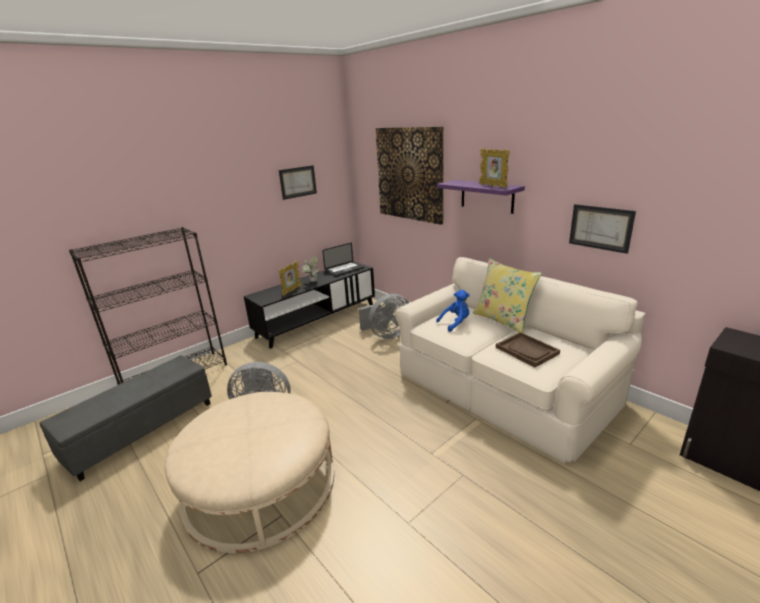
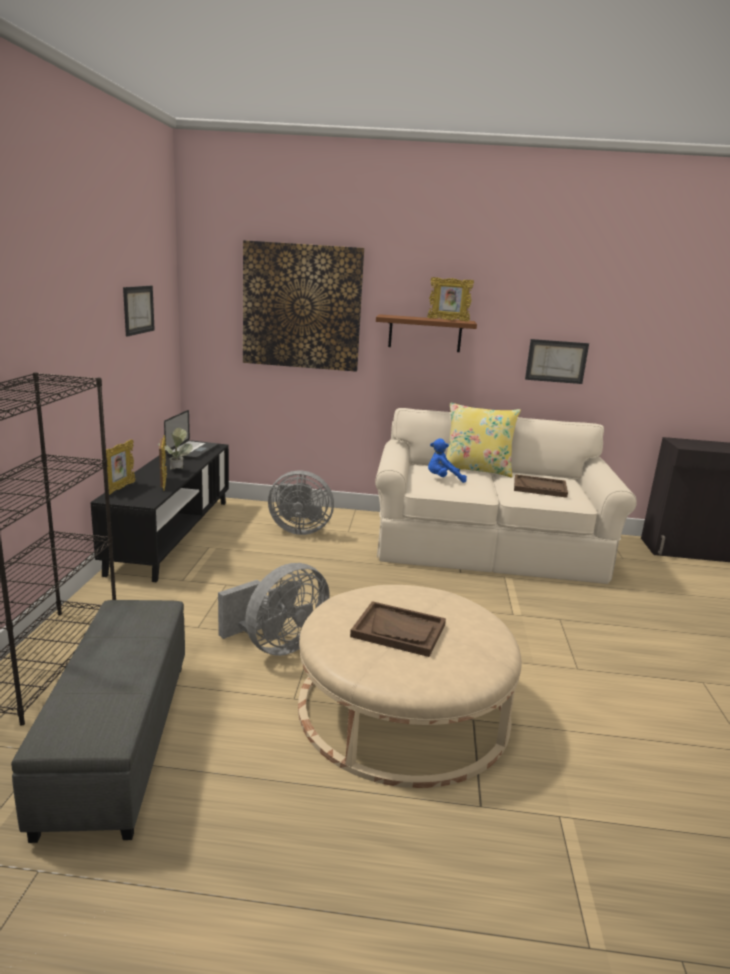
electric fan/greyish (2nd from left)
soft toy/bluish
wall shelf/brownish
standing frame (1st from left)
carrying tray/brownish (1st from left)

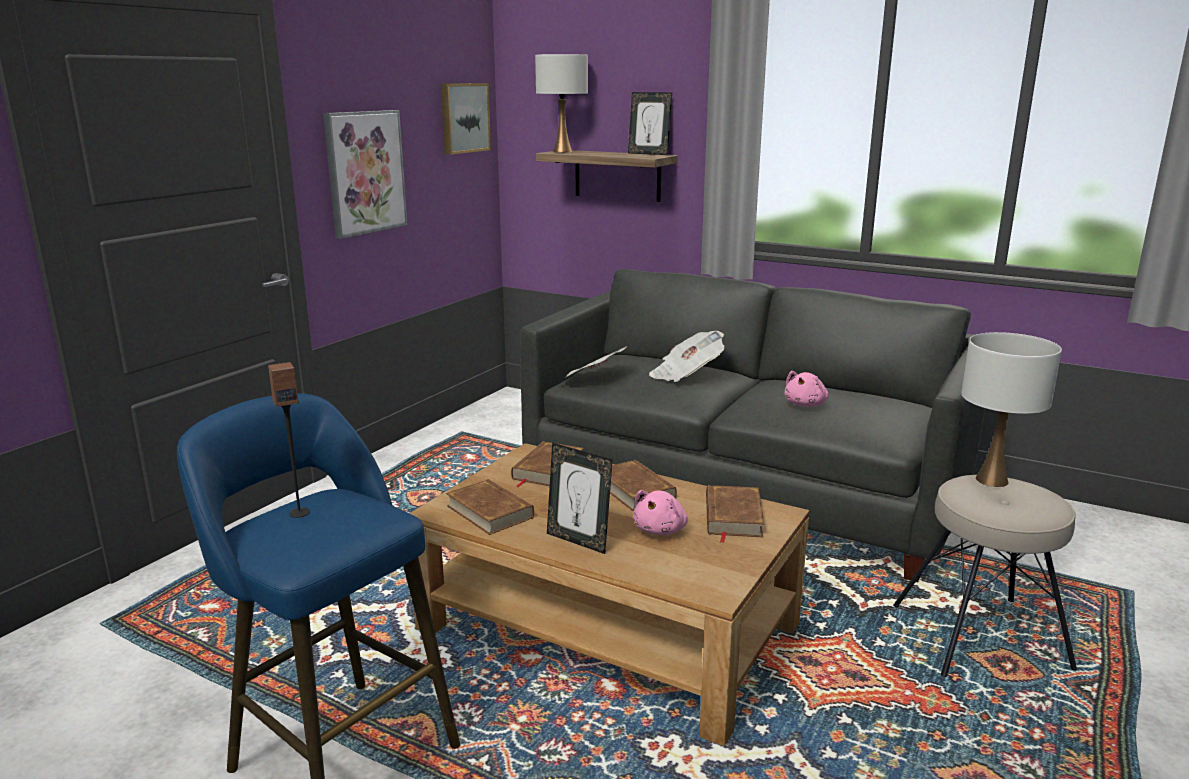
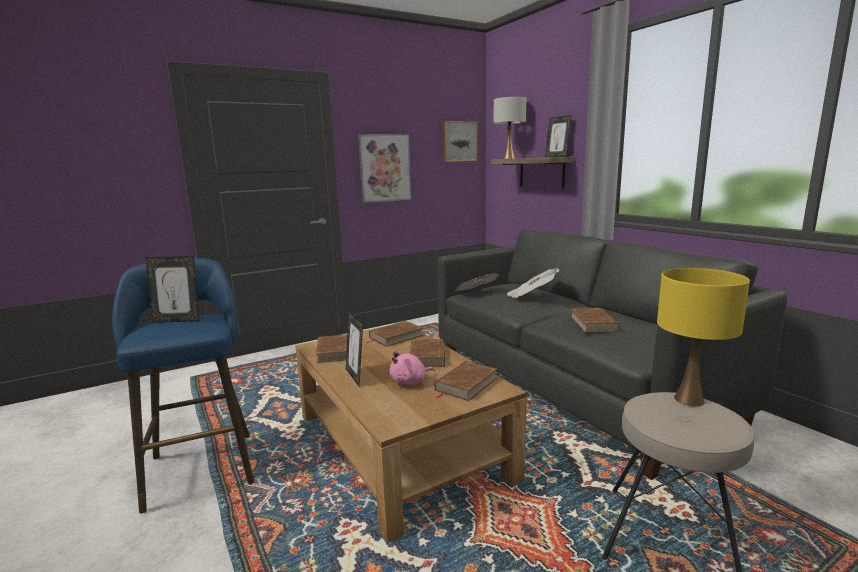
standing frame (1st from left)
bound book/brownish (5th from left)
tabletop lamp/yellowish

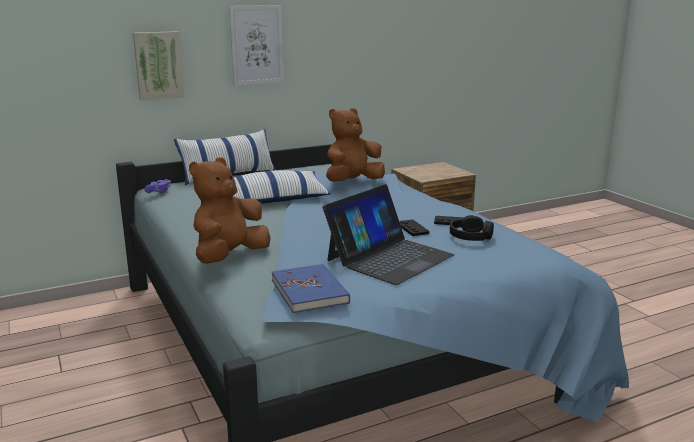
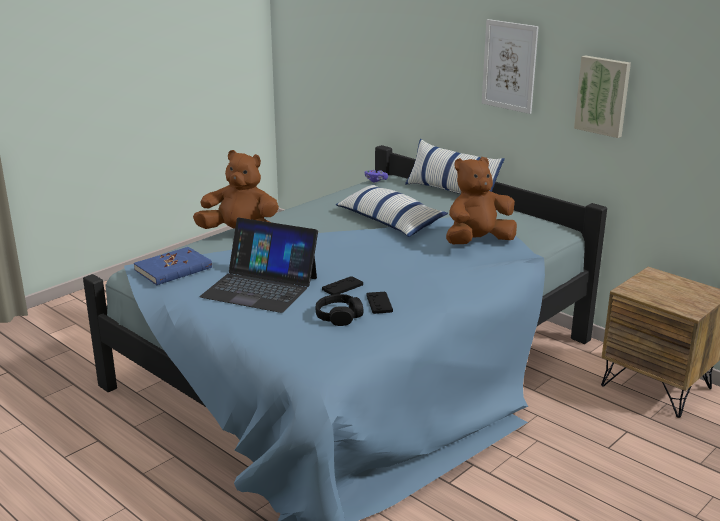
wall art (2nd from left)
soft toy/brownish (2nd from left)

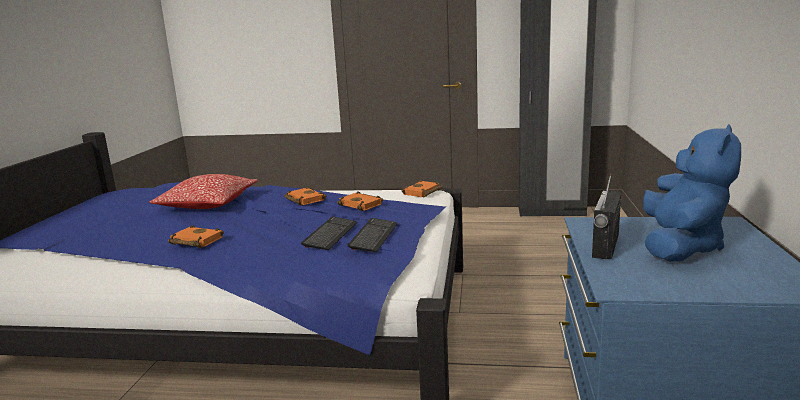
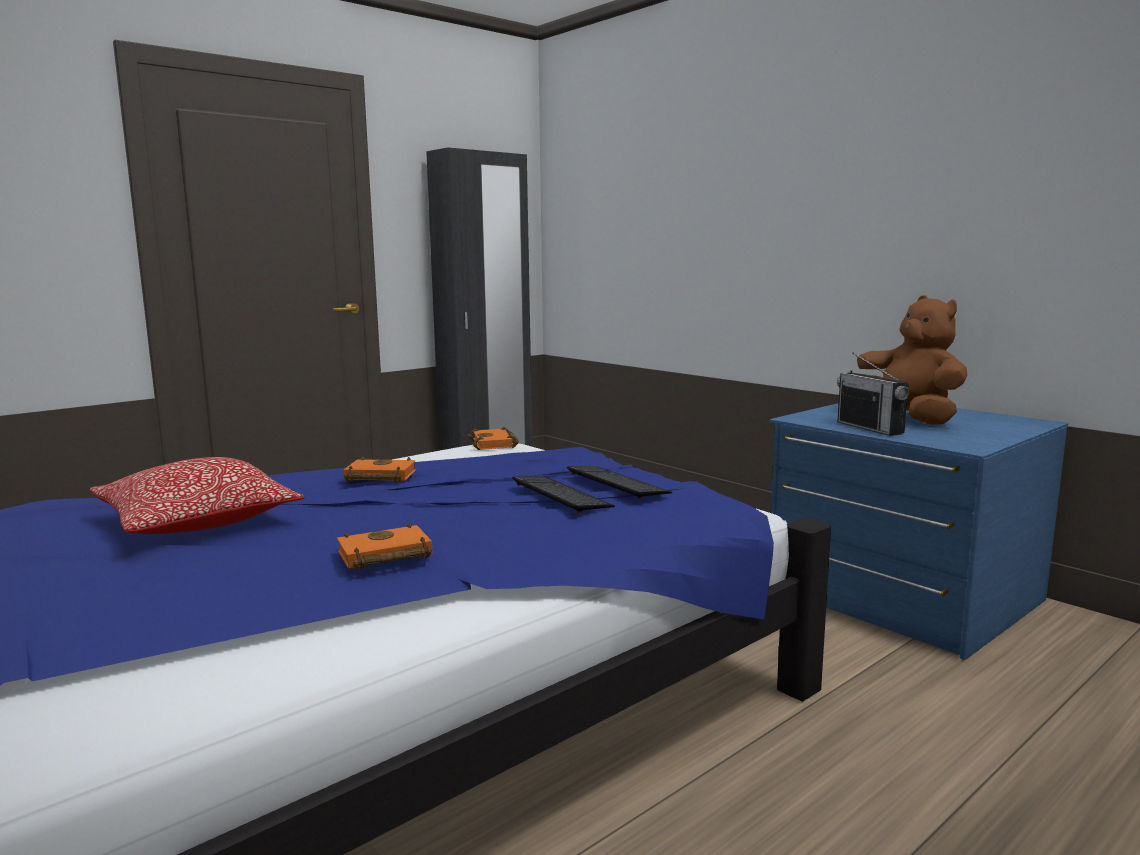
bound book/orangey (3rd from left in the first image)
soft toy/brownish

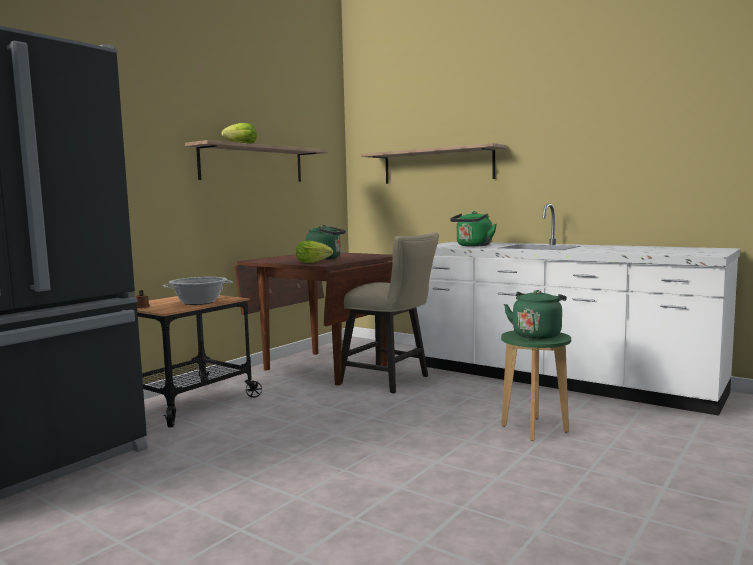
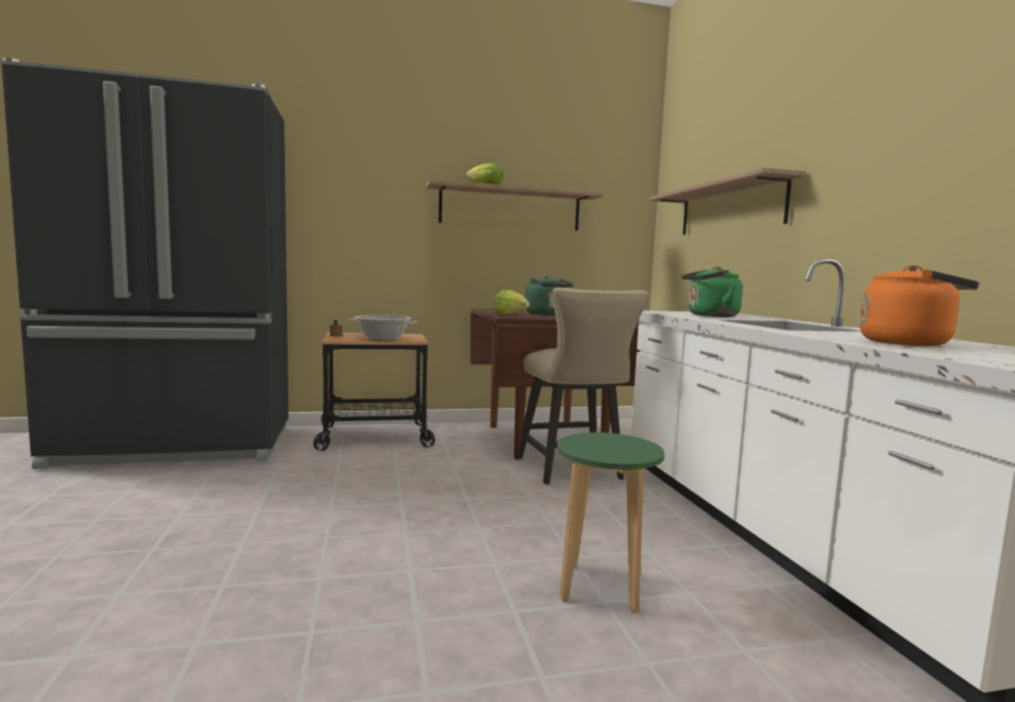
tea kettle/green (3rd from left in the first image)
tea kettle/orangey

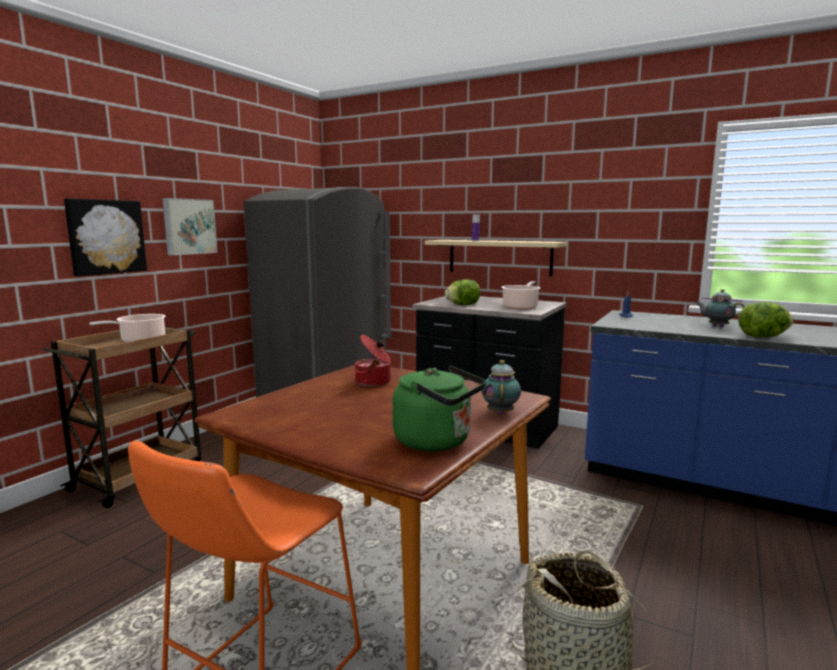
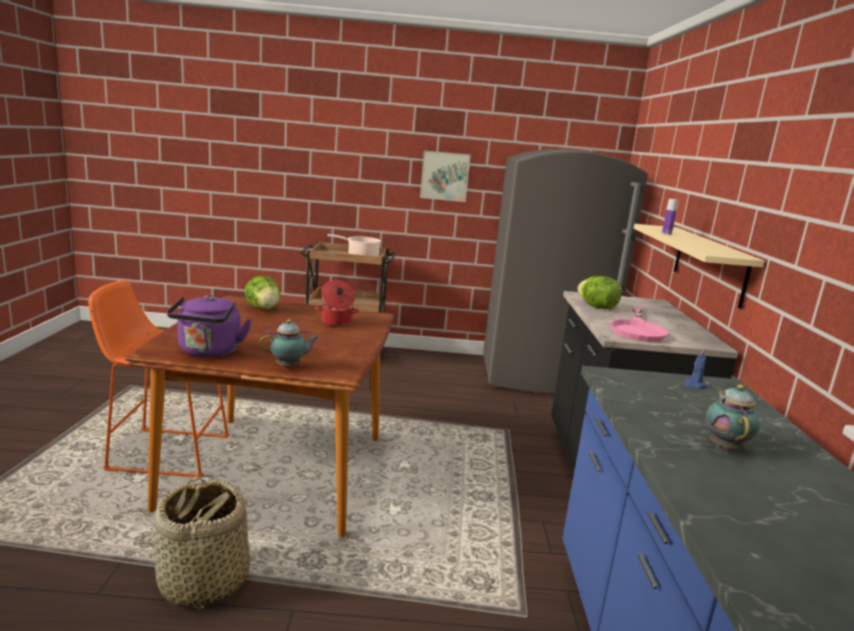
wall art (1st from left in the first image)
tea kettle/purple
skillet/pink-coloured
head of lettuce (1st from left)

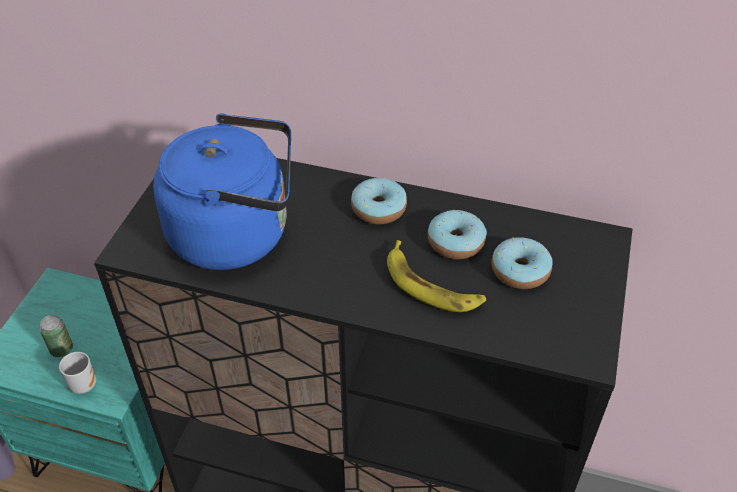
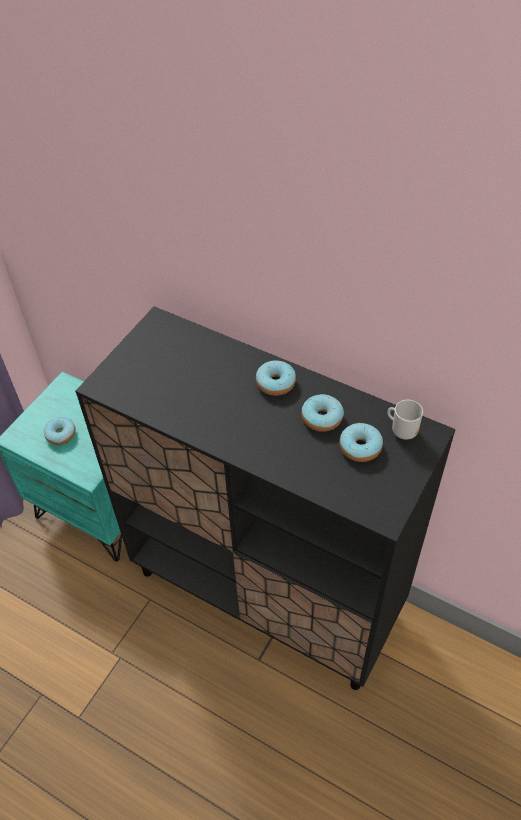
doughnut (1st from left)
coffee mug
tea kettle/bluish
banana fruit

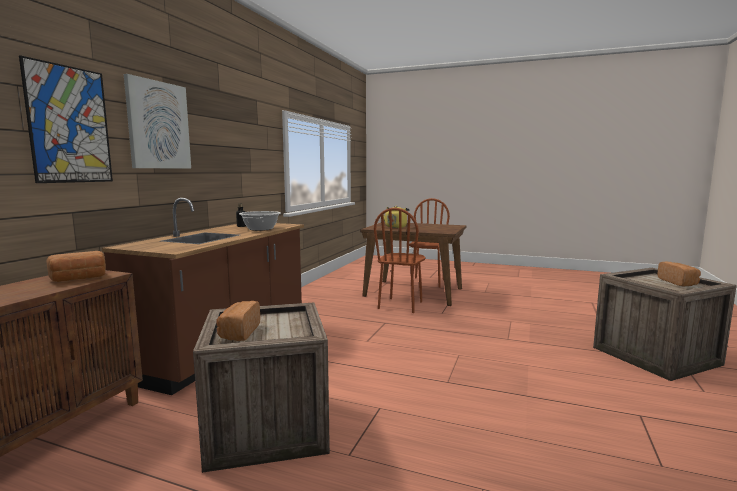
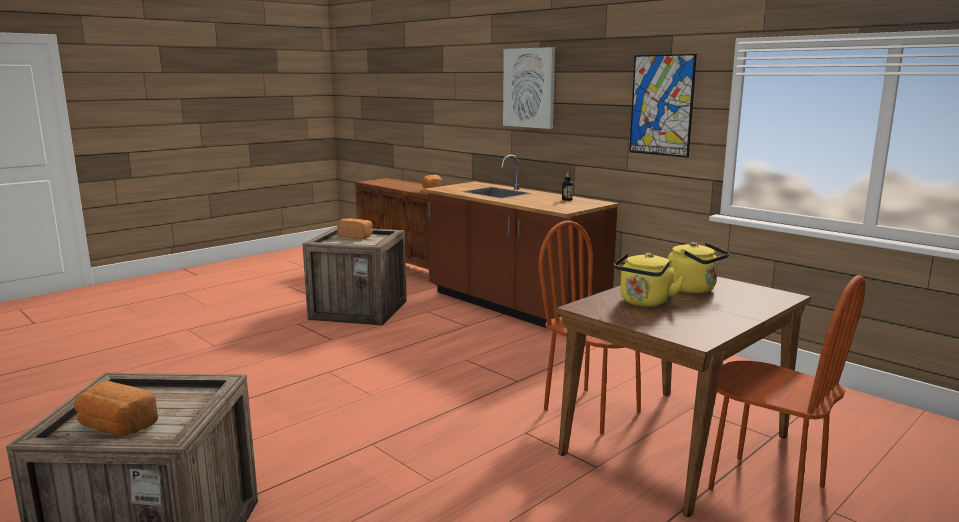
wall art (2nd from left)
saucepot
tea kettle/yellowish (1st from left)

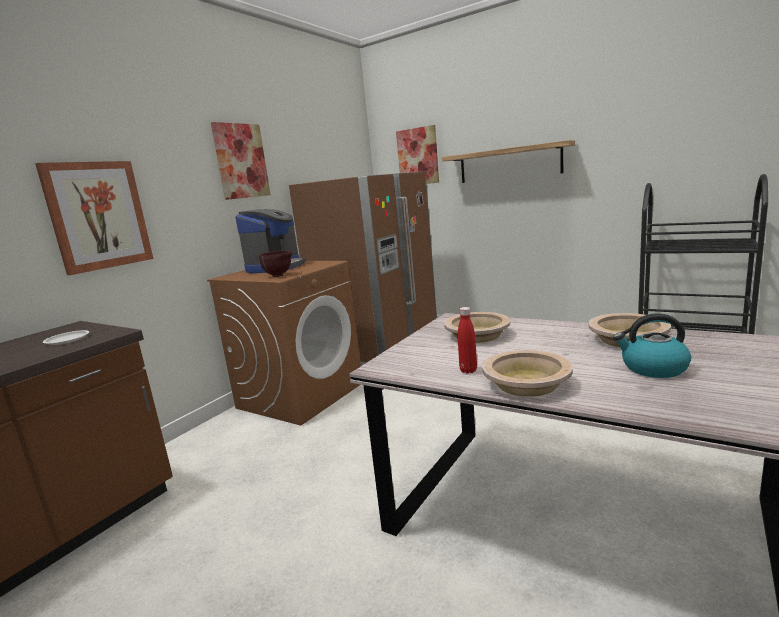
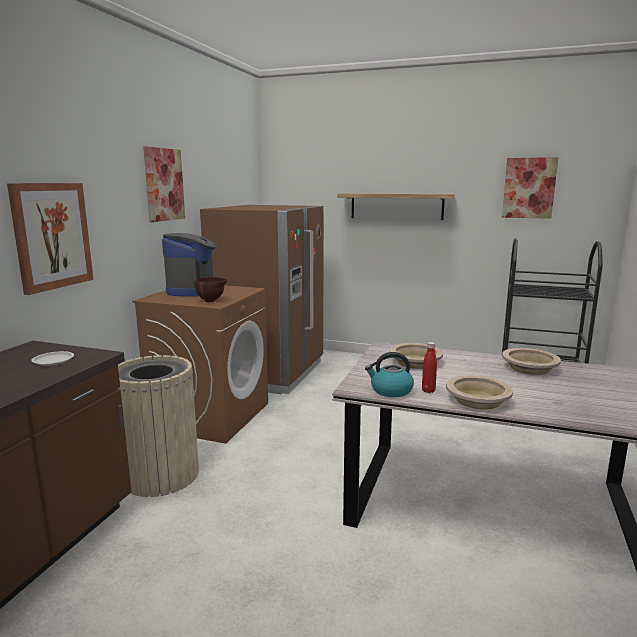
wall art (3rd from left)
tea kettle
trash can/sand-coloured

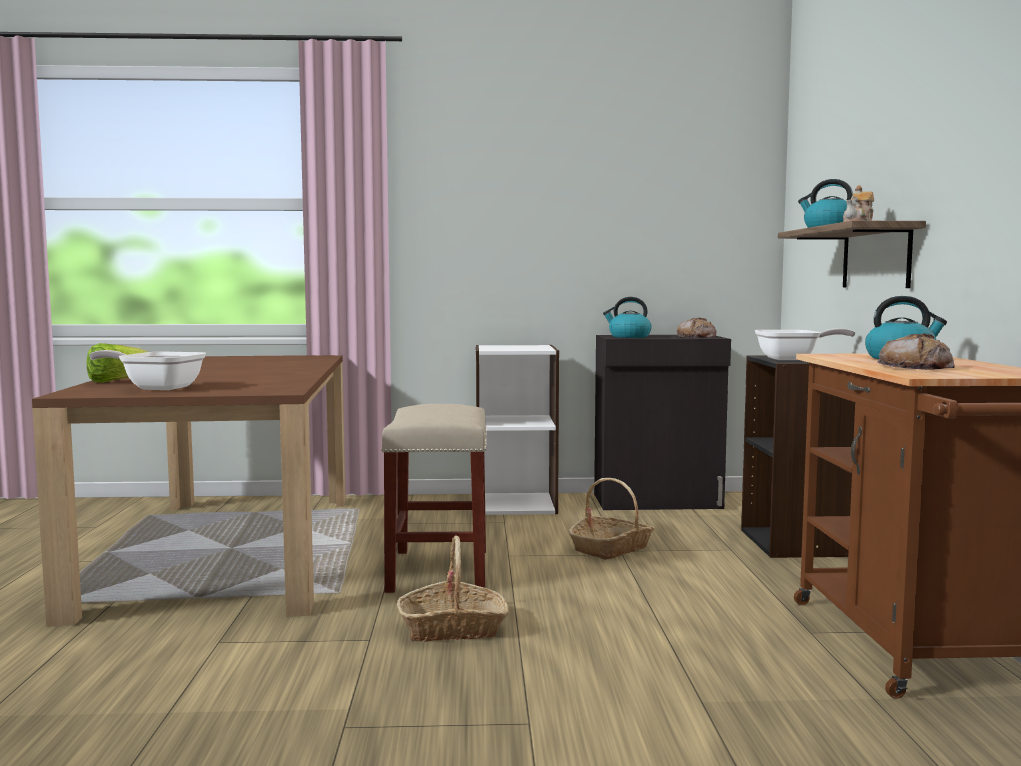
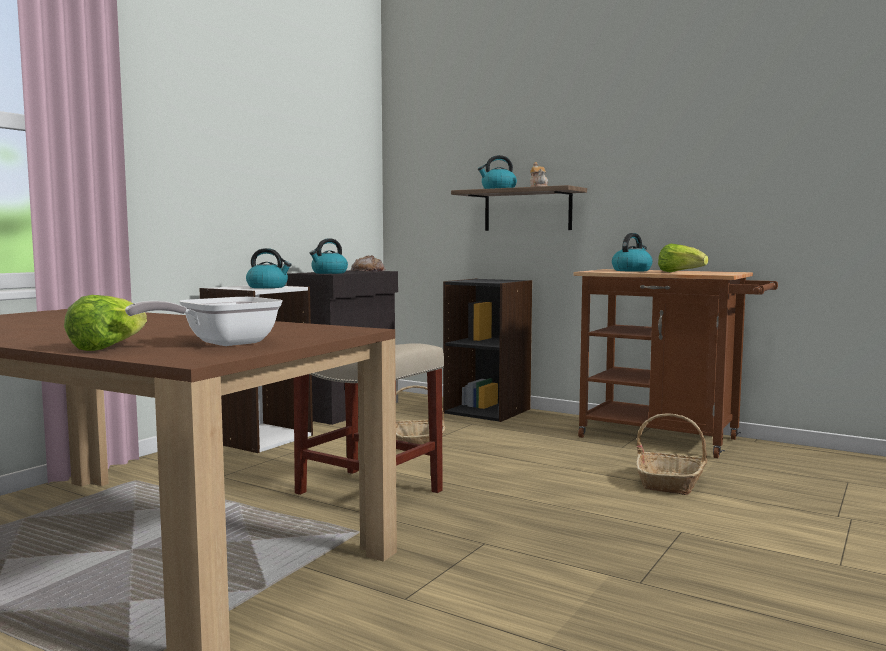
household basket (2nd from left)
skillet (2nd from left in the first image)
head of lettuce (2nd from left)
tea kettle (1st from left)

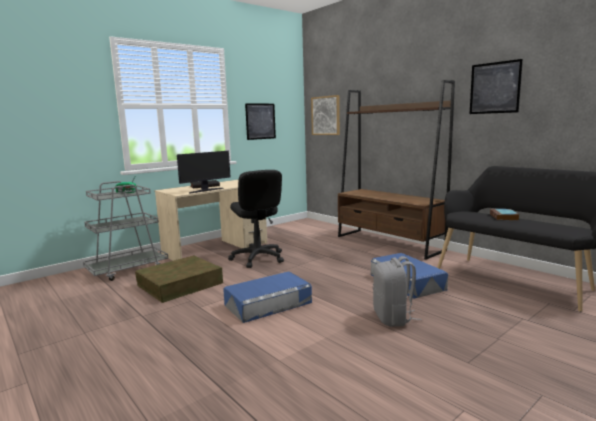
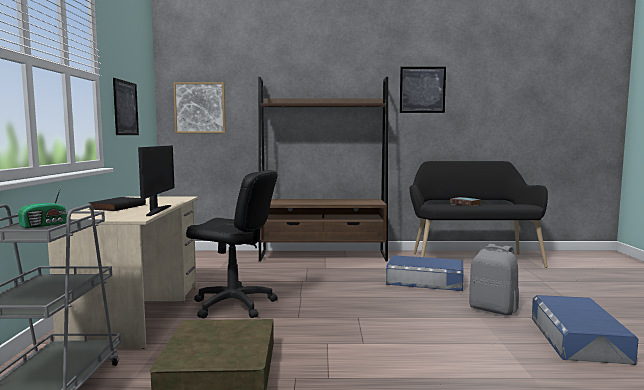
storage container/bluish (2nd from left)

